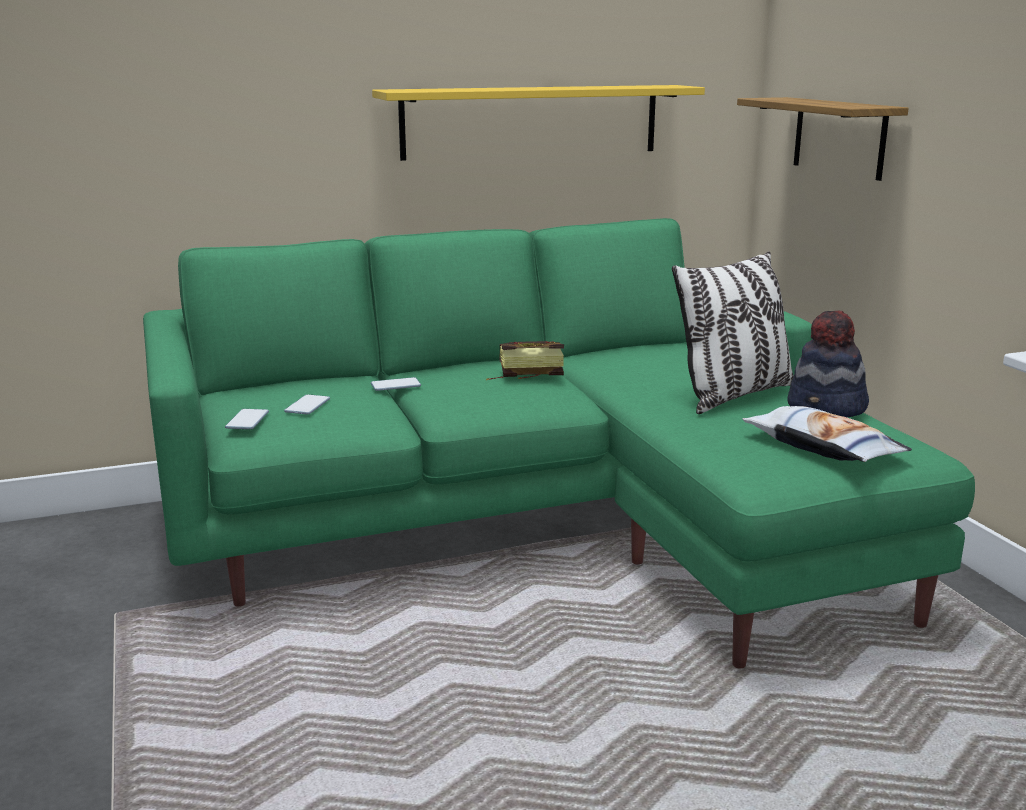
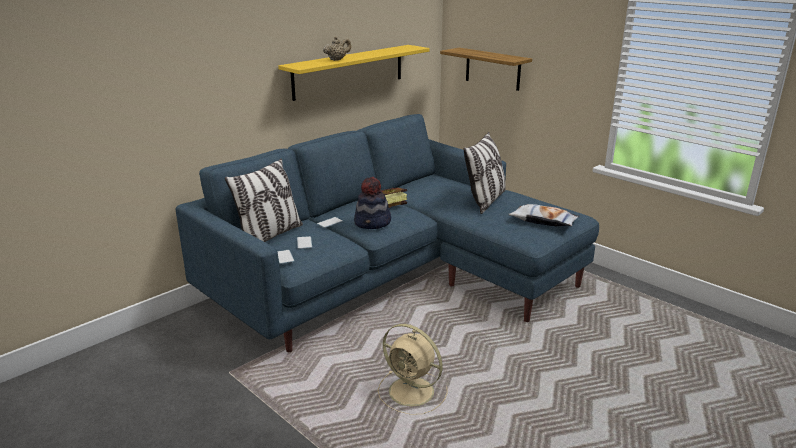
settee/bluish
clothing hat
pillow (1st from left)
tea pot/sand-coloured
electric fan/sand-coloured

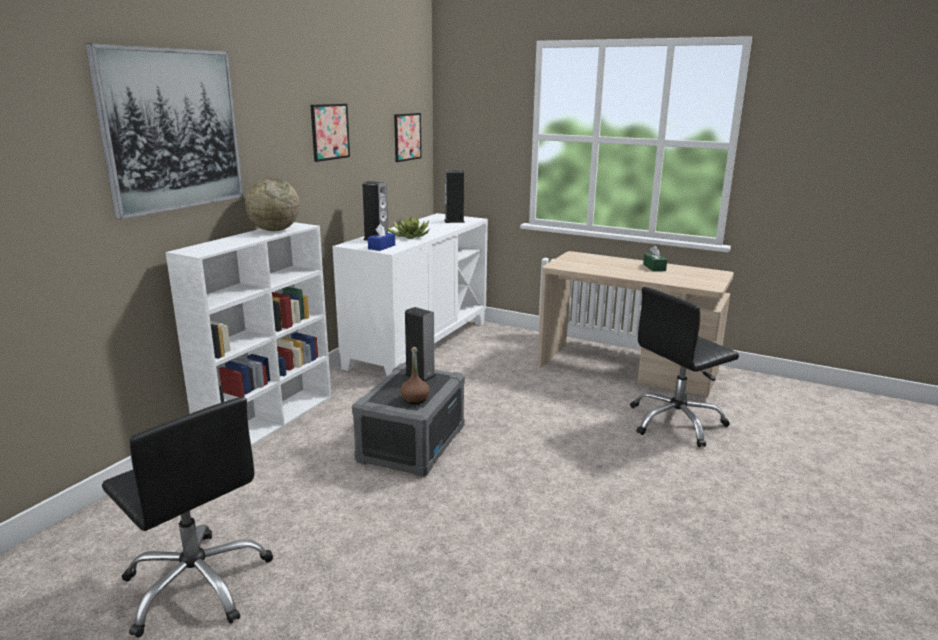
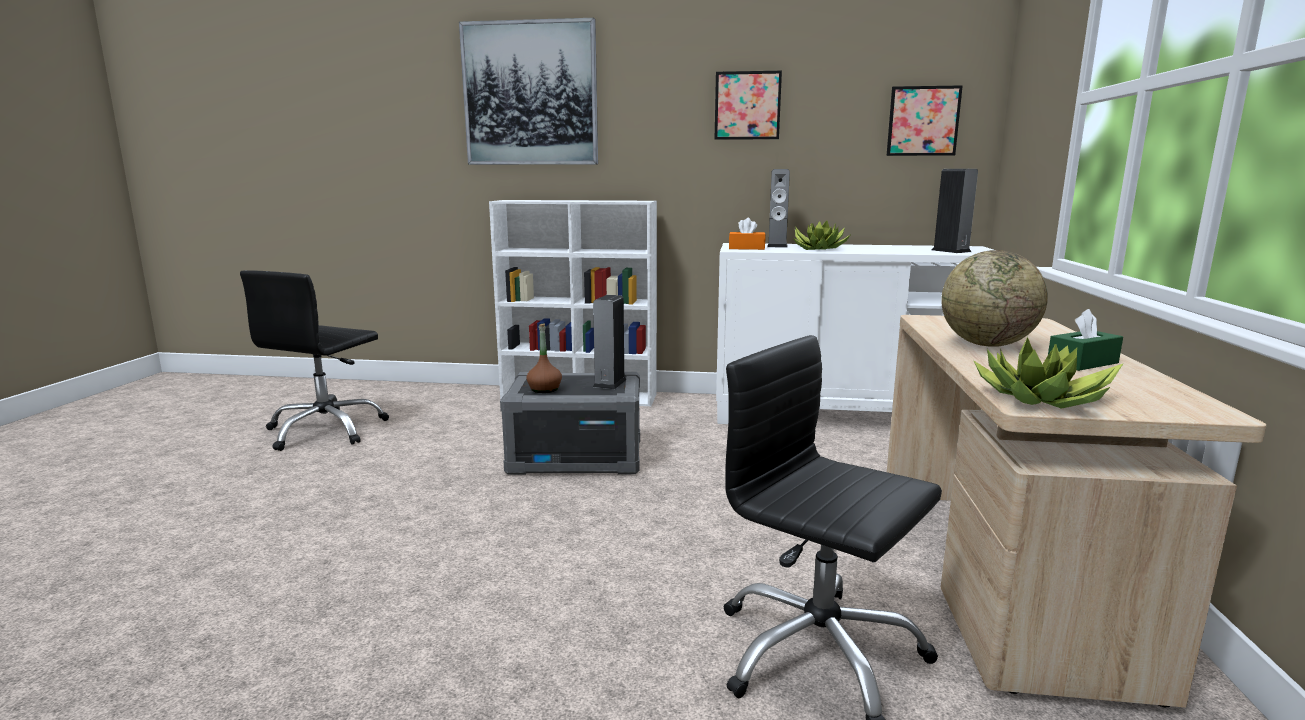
world globe
box of tissues/orangey
potted plant (2nd from left)

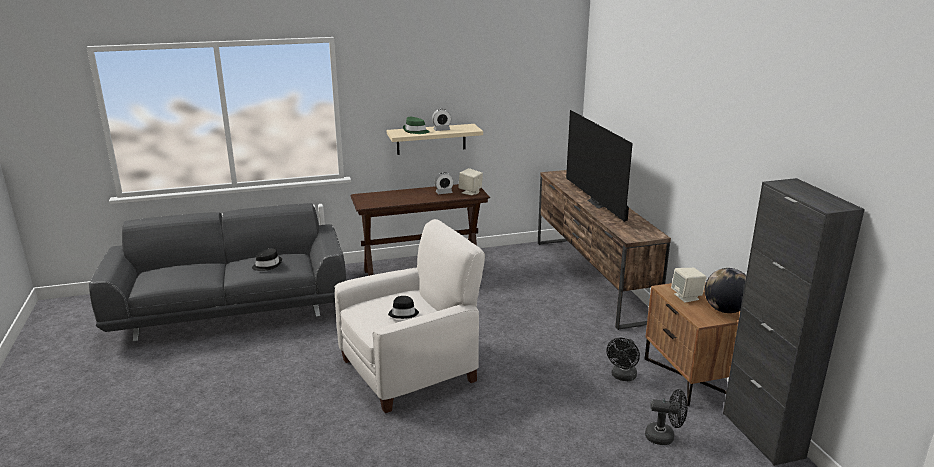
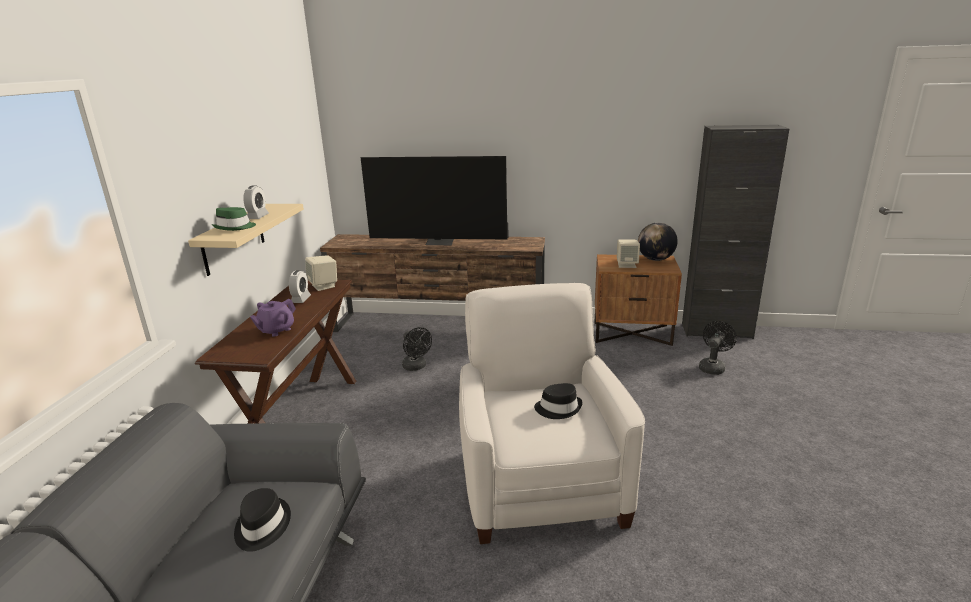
electric fan/black (1st from left)
tea pot/purple

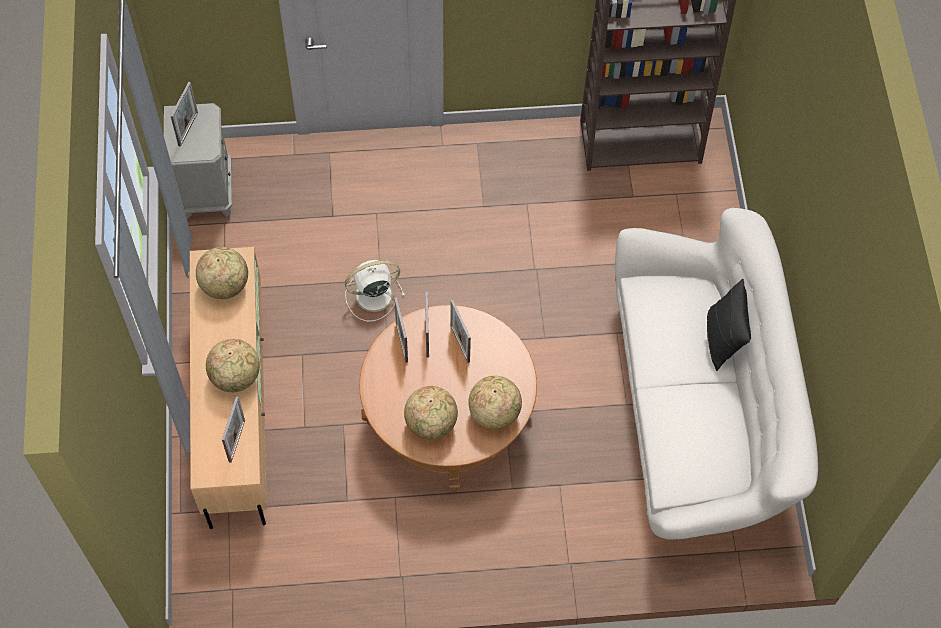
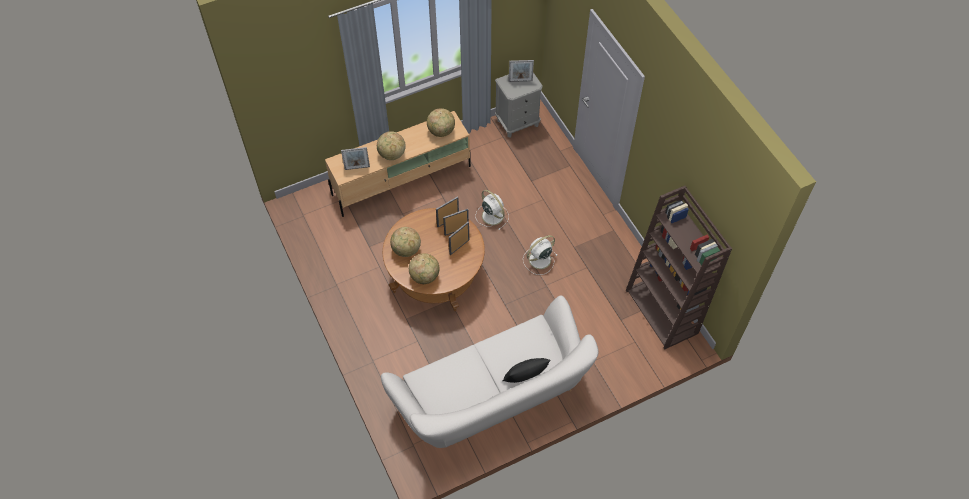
electric fan/white-coloured (2nd from left)

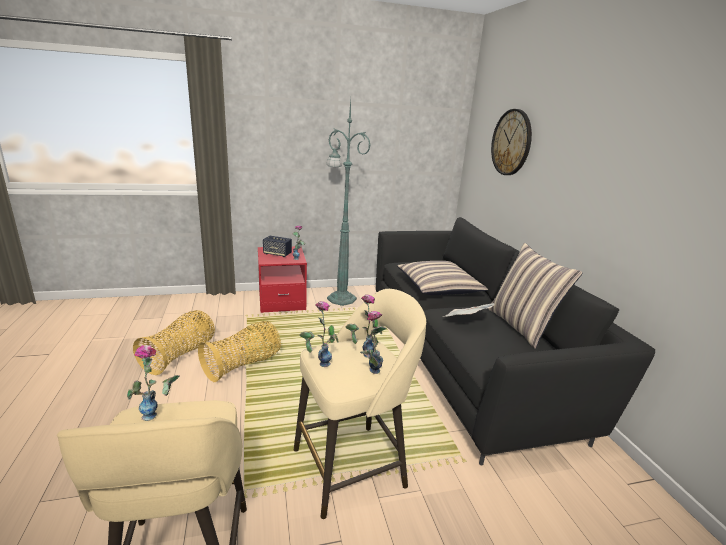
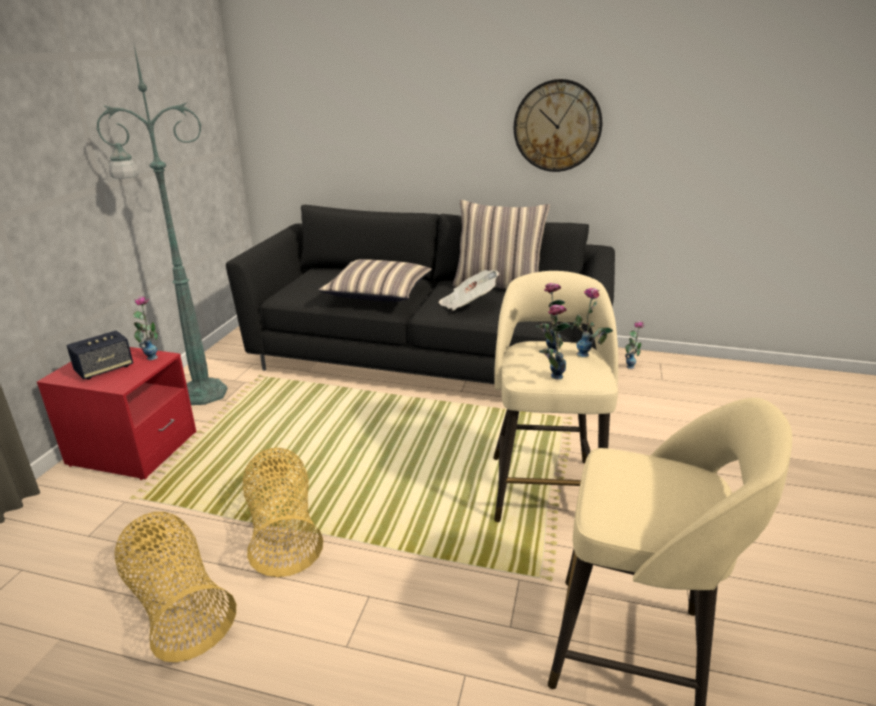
decorative vase (5th from left)
wall clock

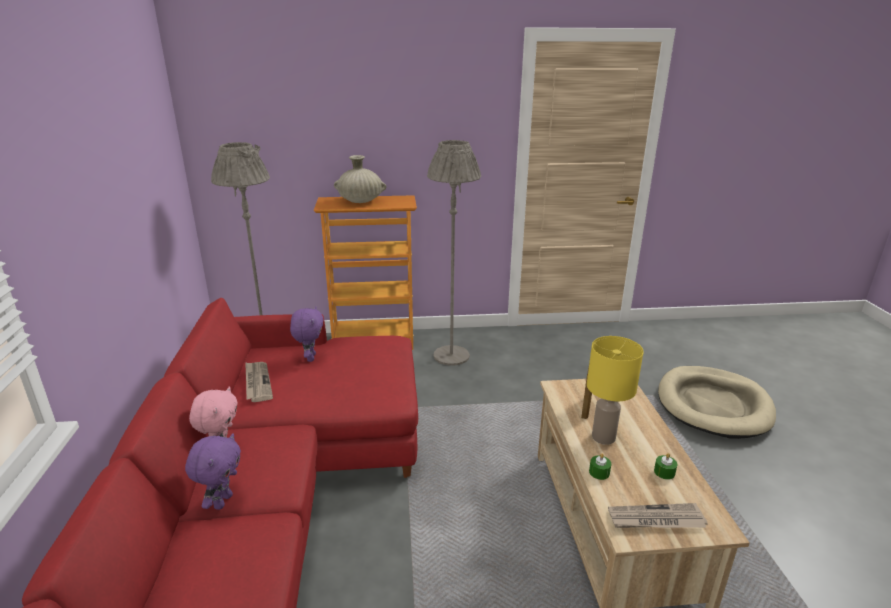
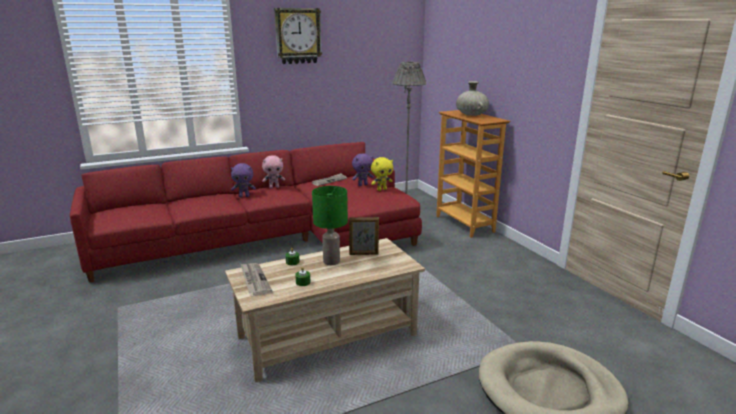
standing lamp/greyish (2nd from left in the first image)
tabletop lamp/green
wall clock
soft toy/yellowish

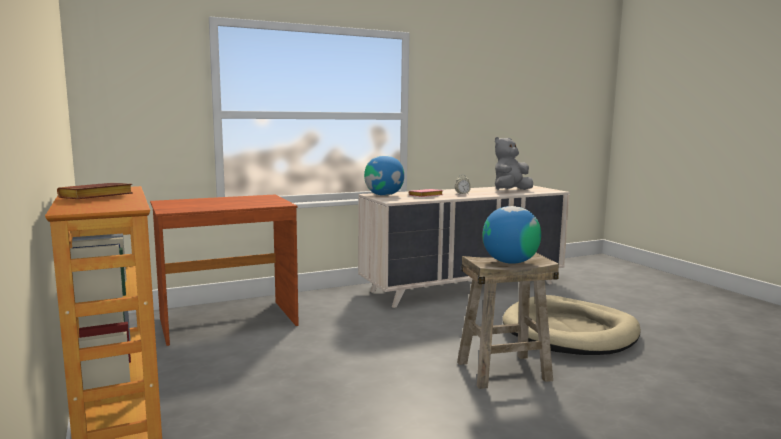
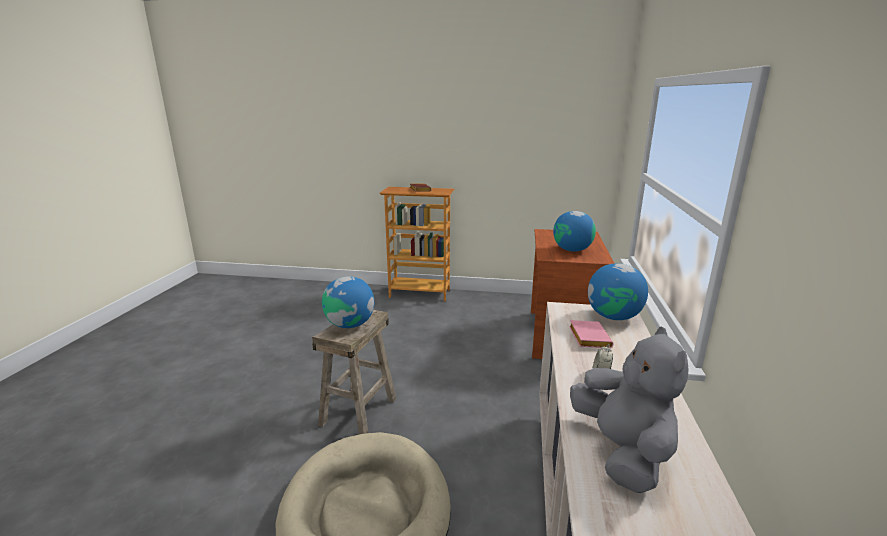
world globe (2nd from left)

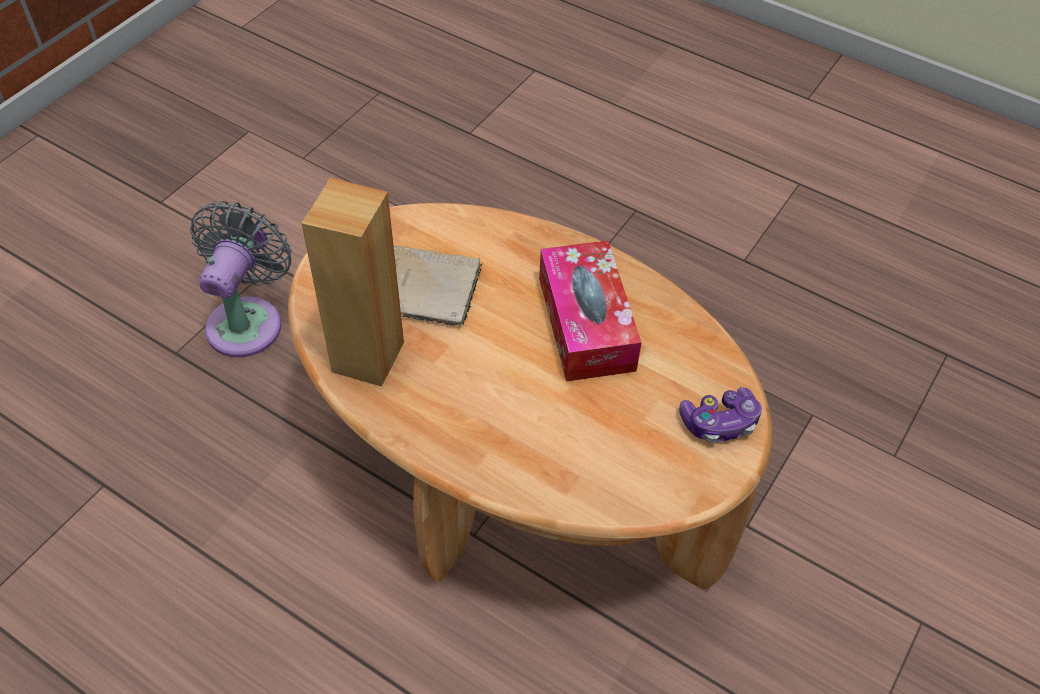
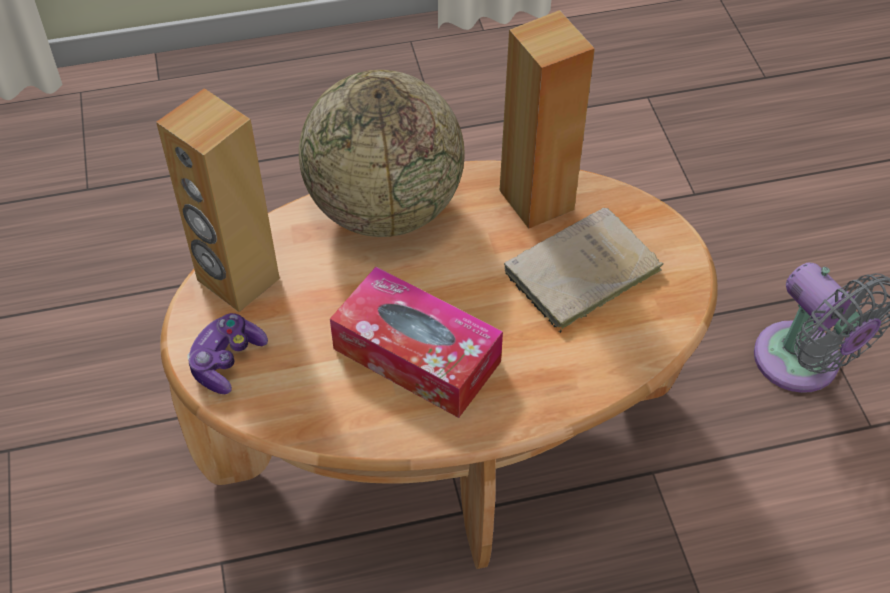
audio speaker/brownish (1st from left)
world globe

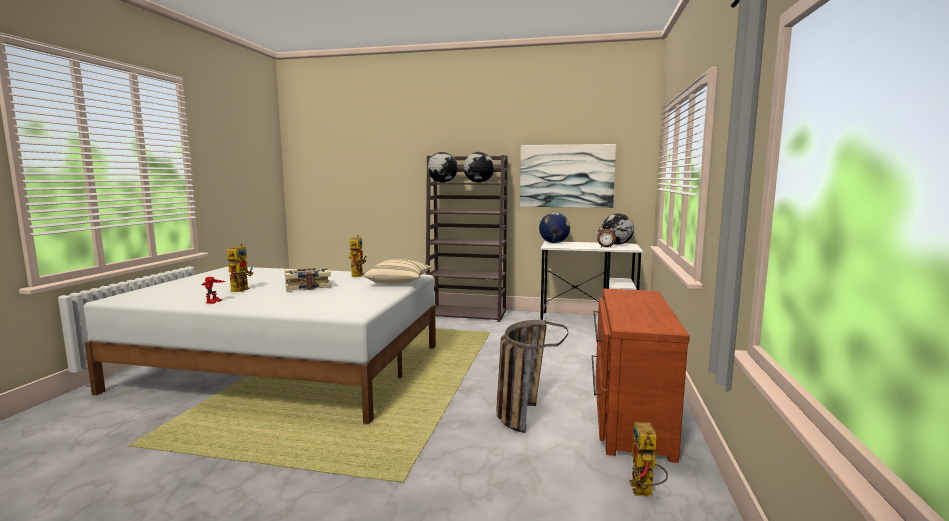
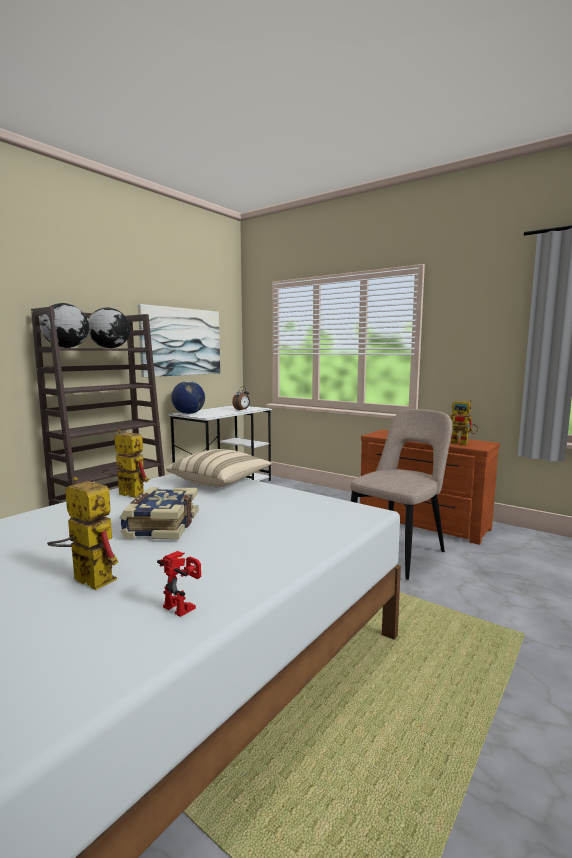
plain chair/sand-coloured
world globe (4th from left in the first image)
robot figure (4th from left)

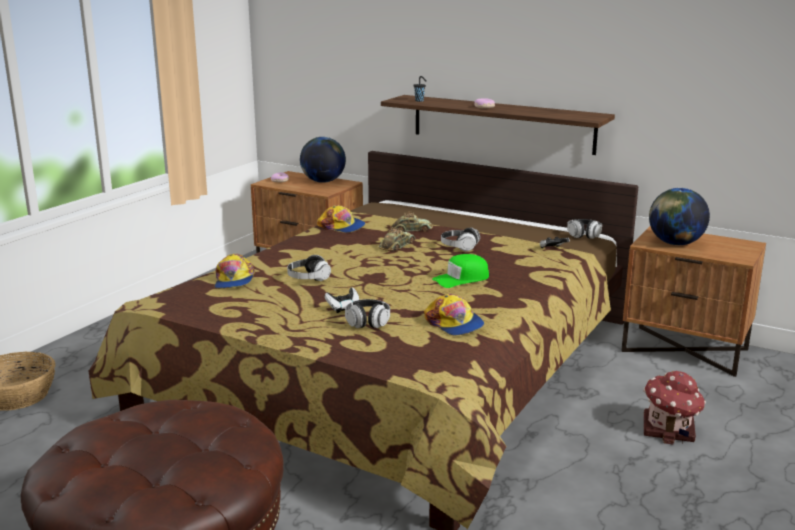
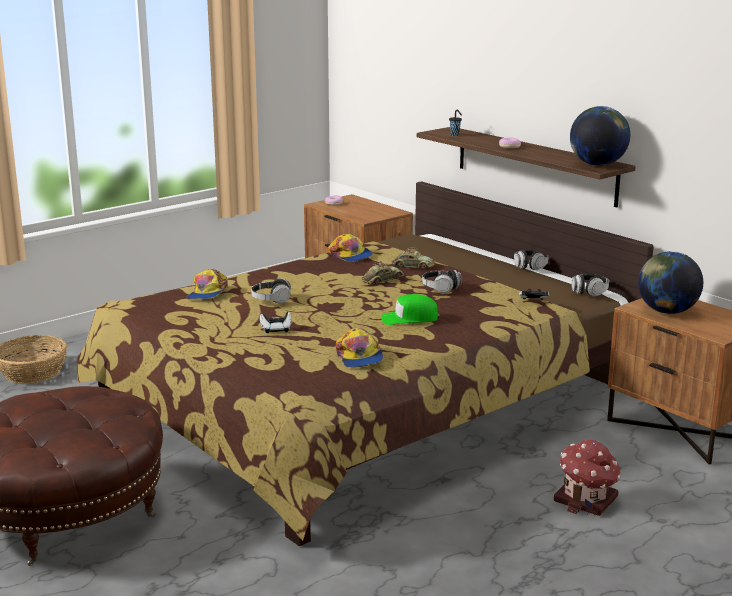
world globe (1st from left)
headset (3rd from left)

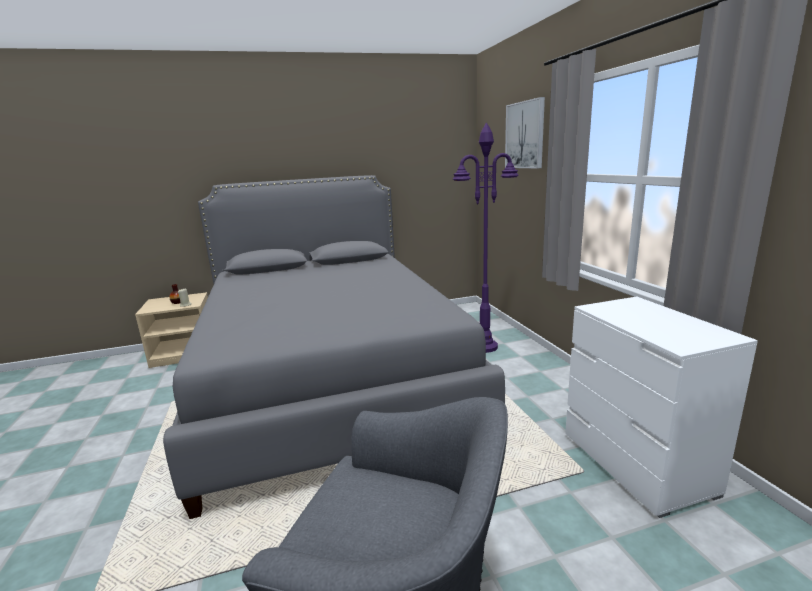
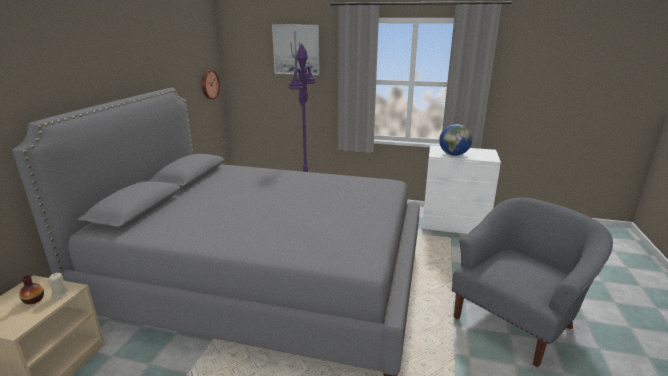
wall clock
world globe

